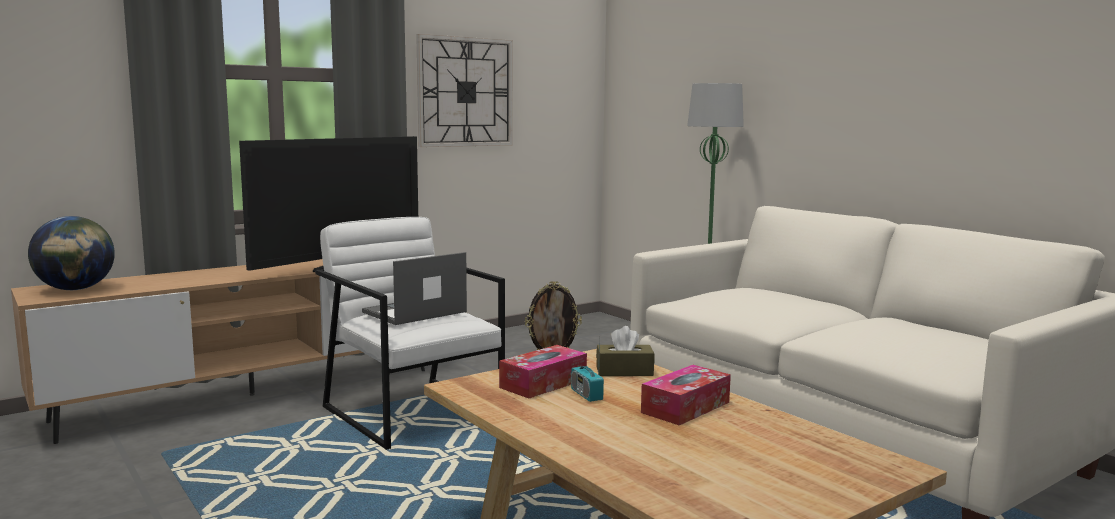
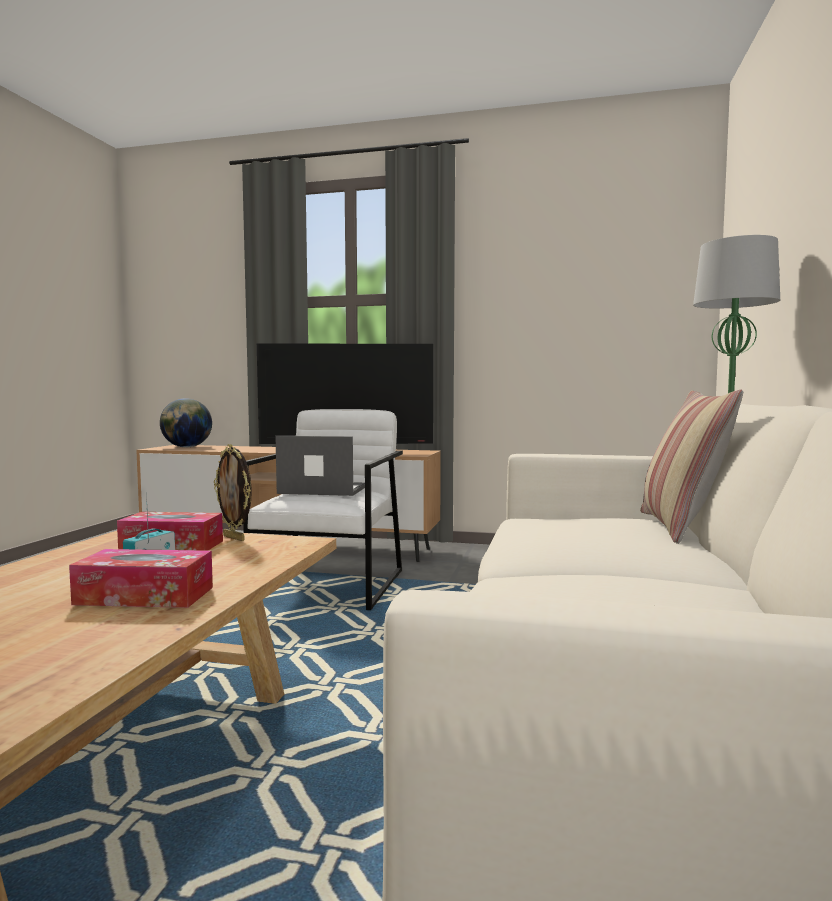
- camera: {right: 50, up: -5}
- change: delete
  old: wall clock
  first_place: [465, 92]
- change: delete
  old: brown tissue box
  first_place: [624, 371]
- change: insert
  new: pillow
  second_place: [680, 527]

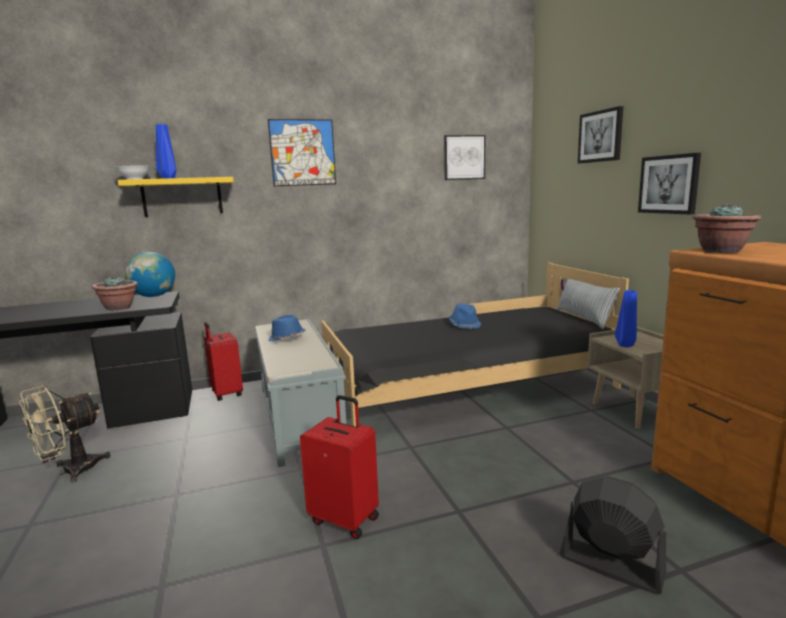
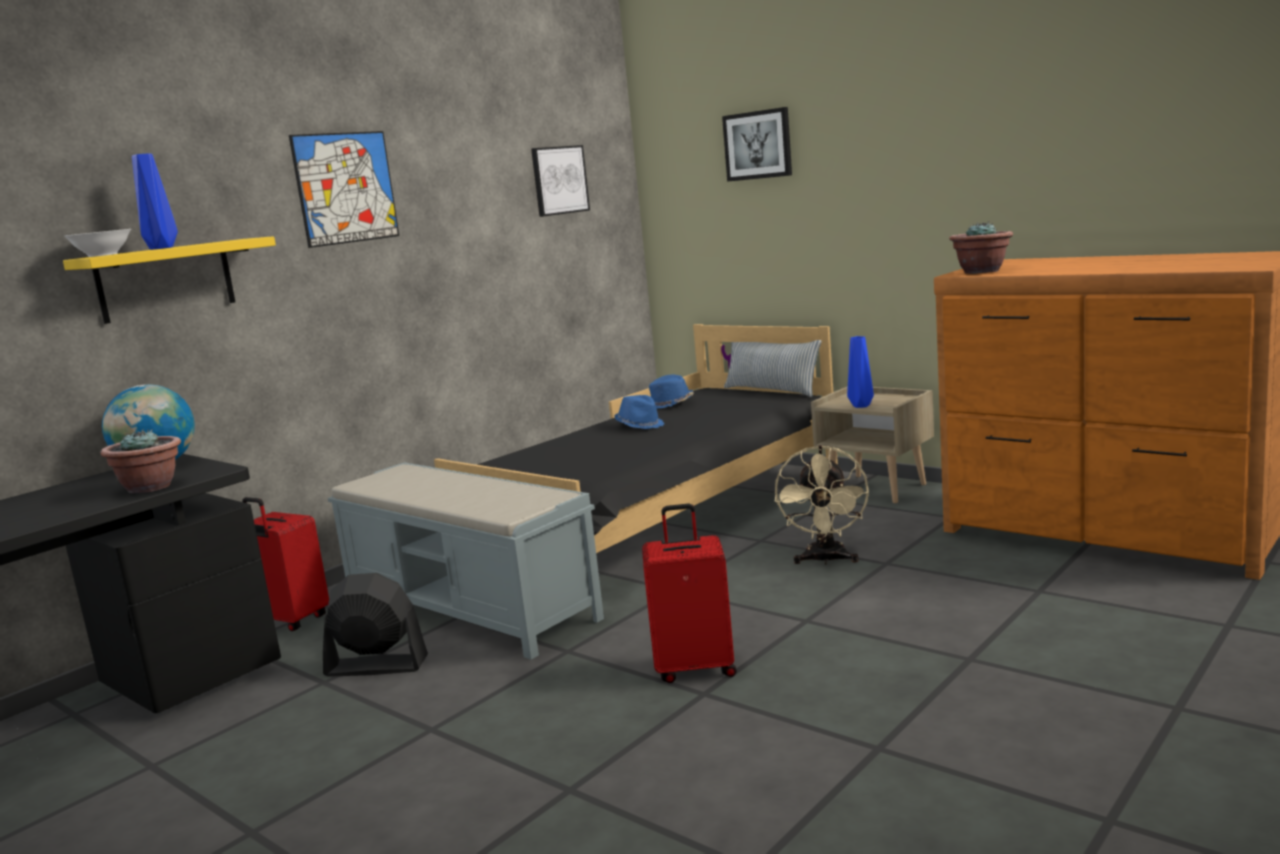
- camera: {right: -30, up: 0}
- change: delete
  old: picture
  first_place: [669, 184]
- change: move
  old: blue hat
  first_place: [286, 339]
  second_place: [670, 404]
- change: move
  old: beige fan
  first_place: [70, 471]
  second_place: [826, 560]
- change: move
  old: black fan
  first_place: [610, 565]
  second_place: [376, 666]

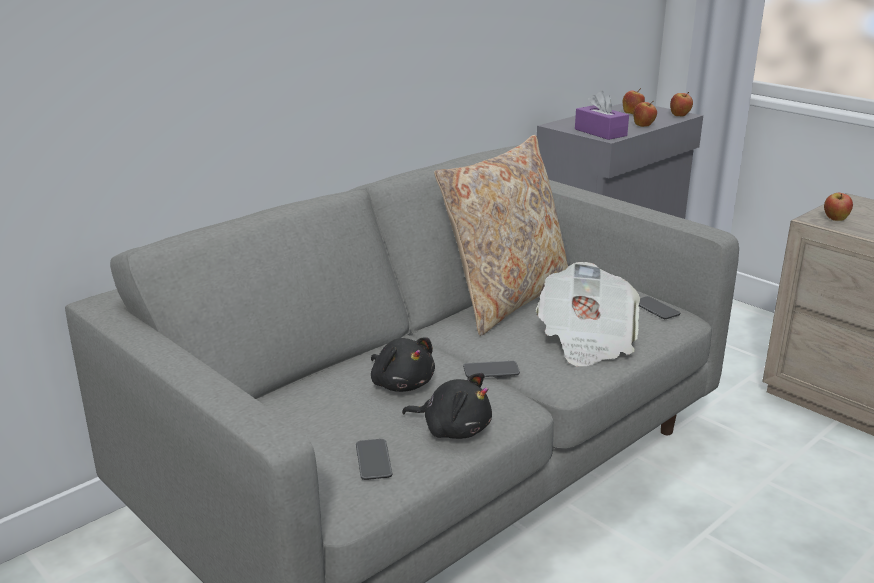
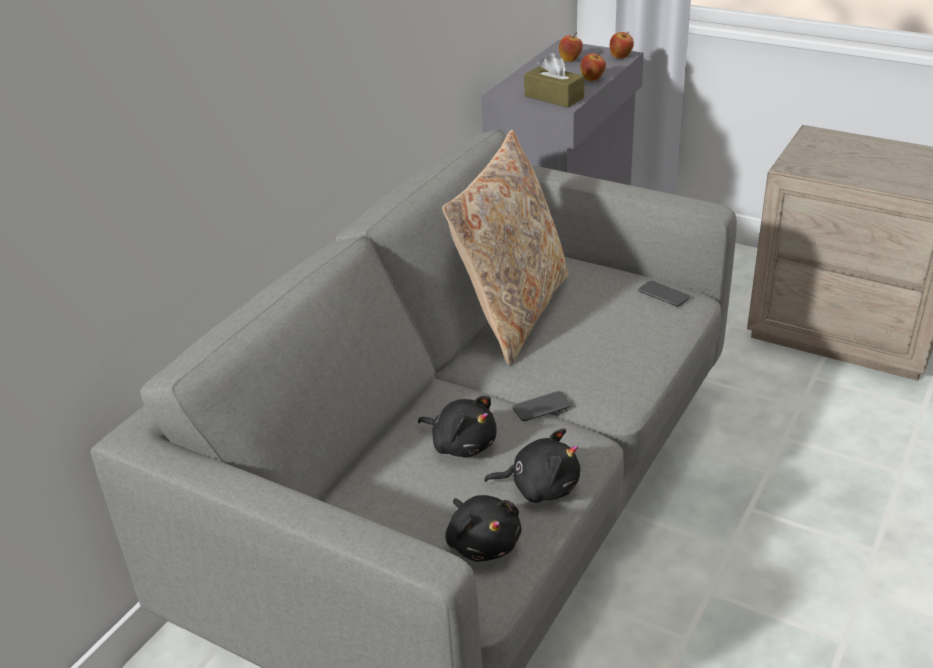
- camera: {right: -15, up: 10}
- change: recolor
  old: purple tissue box
  new: brown tissue box
  first_place: [600, 132]
  second_place: [554, 97]
- change: delete
  old: apple
  first_place: [835, 219]
- change: delete
  old: newspaper
  first_place: [586, 340]
- change: replace
  old: phone
  new: black plush toy
  first_place: [373, 460]
  second_place: [483, 542]

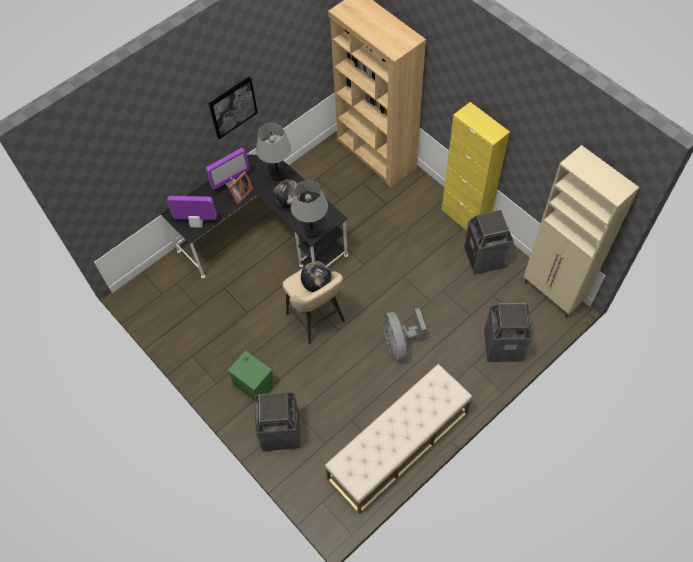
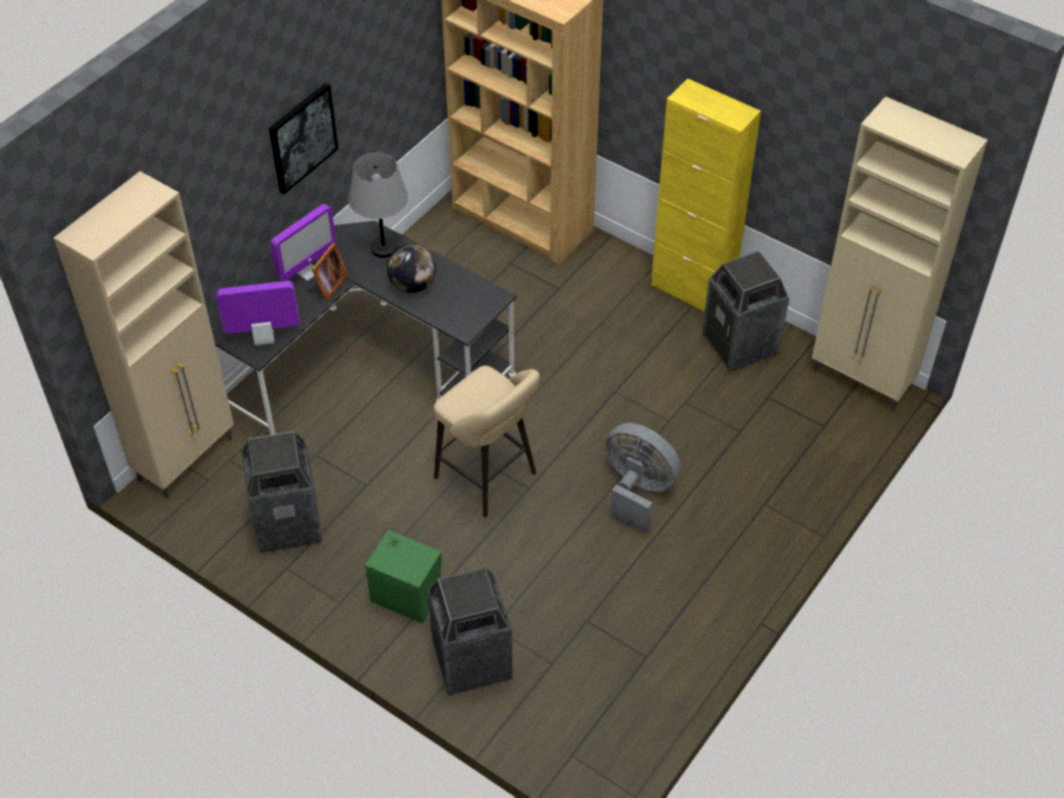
- camera: {right: -15, up: -10}
- change: delete
  old: grey table lamp
  first_place: [312, 230]
- change: delete
  old: globe
  first_place: [316, 284]
- change: move
  old: trash can
  first_place: [503, 345]
  second_place: [287, 523]
- change: rotate
  old: grey fan
  first_place: [400, 343]
  second_place: [637, 491]
  degrees: 150
- change: delete
  old: beige bench
  first_place: [398, 445]
- change: insert
  new: beige cabinet
  second_place: [187, 459]

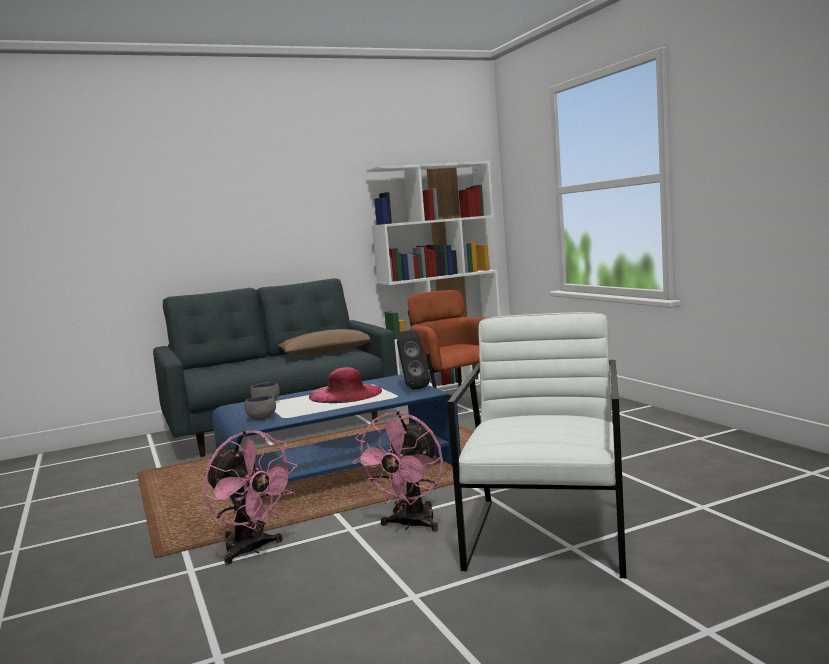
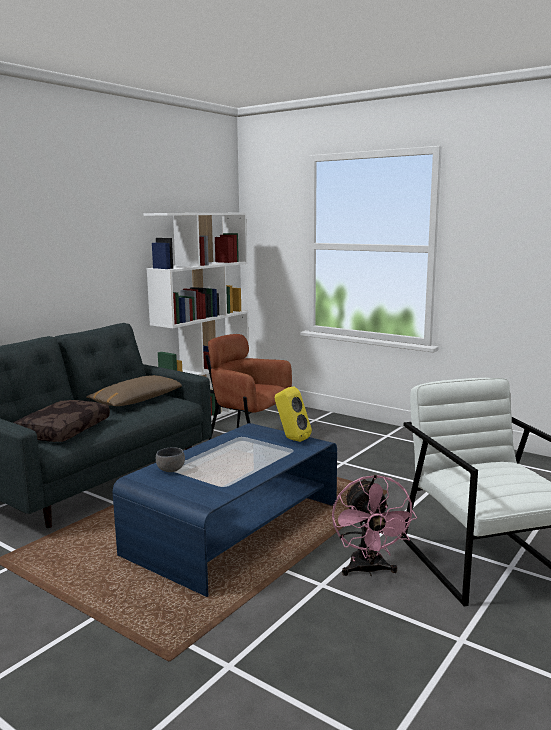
- camera: {right: -30, up: 5}
- change: recolor
  old: black speaker
  new: yellow speaker
  first_place: [412, 388]
  second_place: [291, 439]
- change: delete
  old: pink hat
  first_place: [345, 393]
- change: delete
  old: grey bowl
  first_place: [261, 418]
- change: delete
  old: pink fan
  first_place: [252, 550]
- change: insert
  new: brown pillow
  second_place: [63, 430]

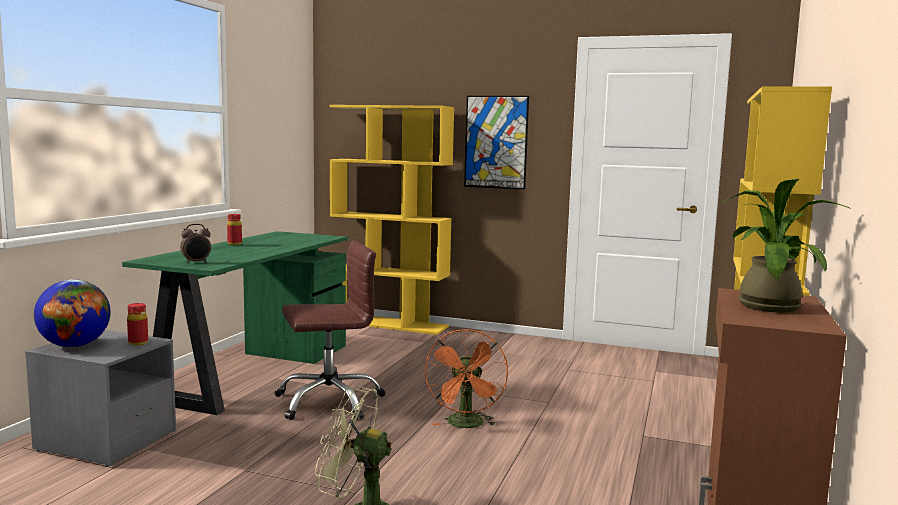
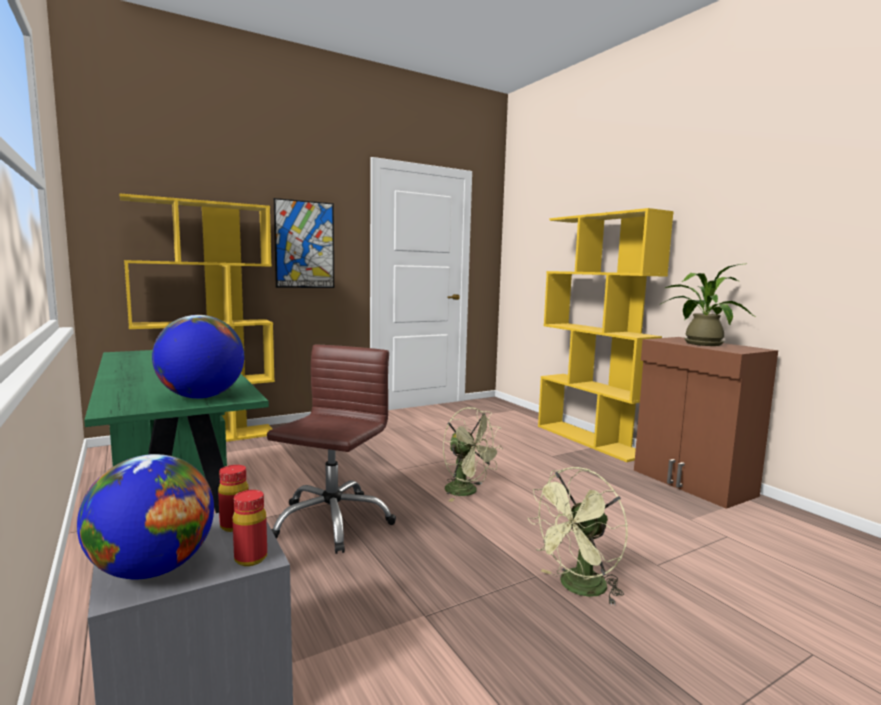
- camera: {right: -50, up: 0}
- change: move
  old: red bottle
  first_place: [234, 244]
  second_place: [251, 558]
- change: replace
  old: alarm clock
  new: globe
  first_place: [196, 262]
  second_place: [201, 397]
- change: recolor
  old: orange fan
  new: green fan
  first_place: [466, 425]
  second_place: [467, 492]

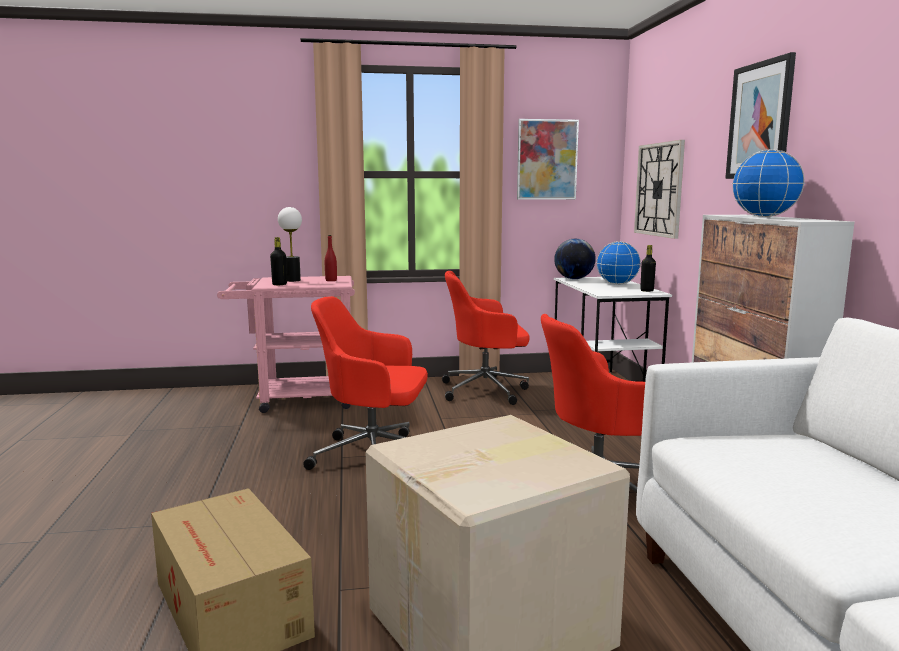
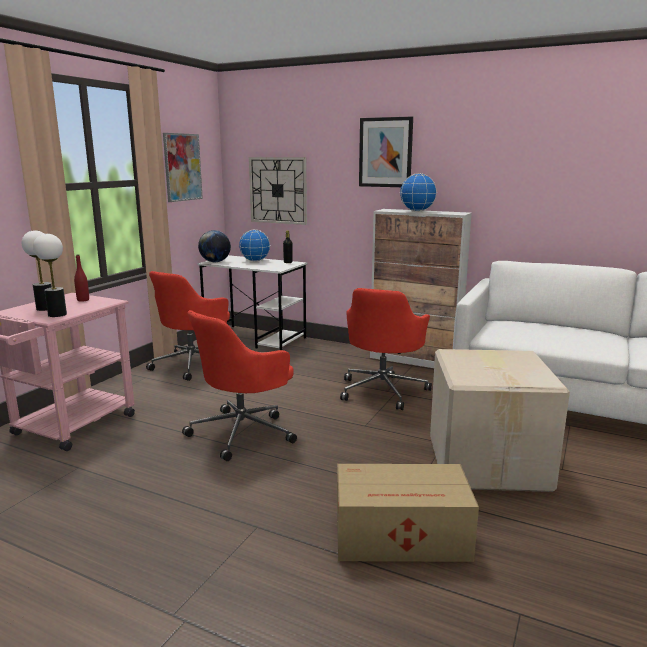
- camera: {right: -55, up: 5}
- change: replace
  old: black bottle
  new: table lamp
  first_place: [279, 284]
  second_place: [57, 314]

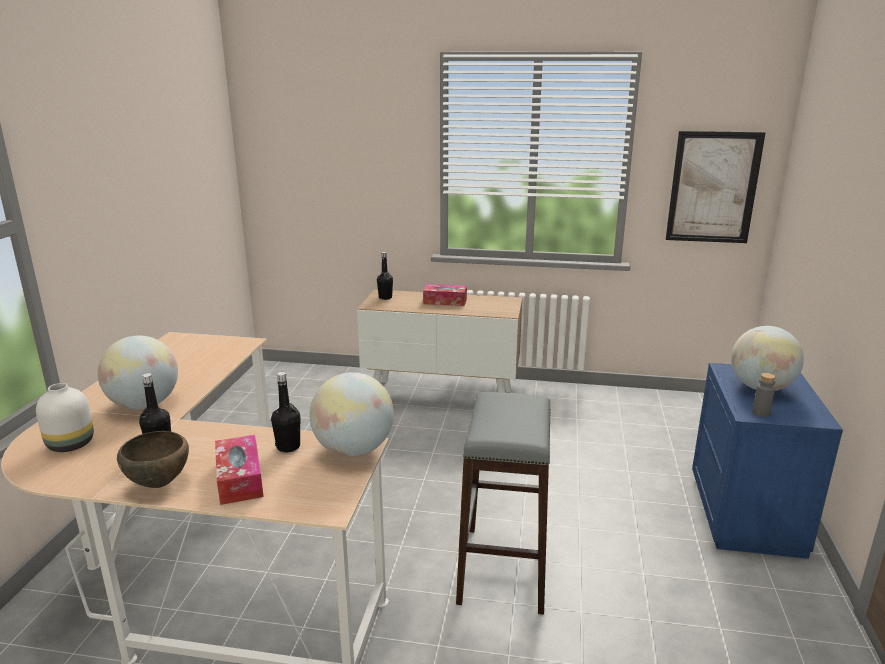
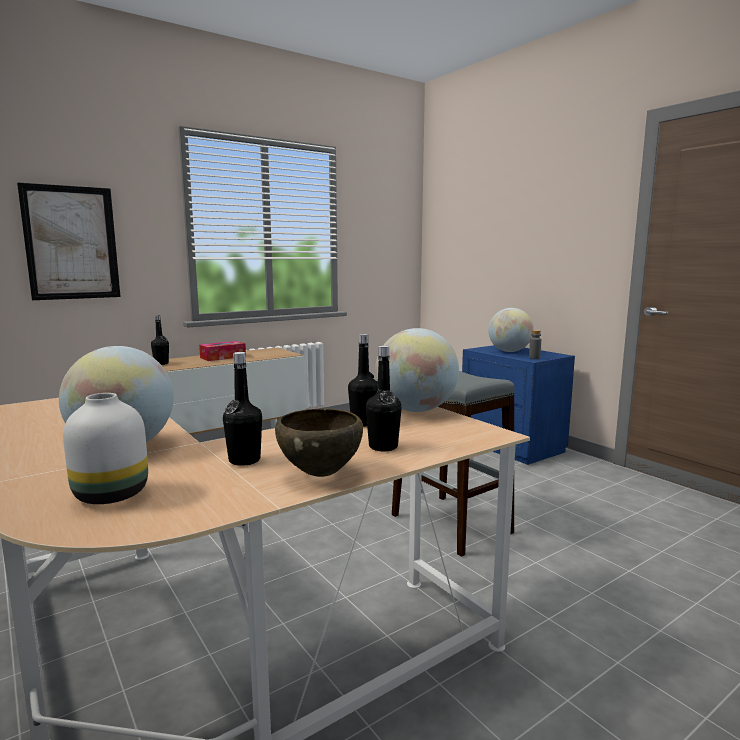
- camera: {right: -45, up: -10}
- change: move
  old: picture
  first_place: [713, 187]
  second_place: [71, 243]
- change: replace
  old: tissue box
  new: black bottle
  first_place: [239, 479]
  second_place: [383, 447]

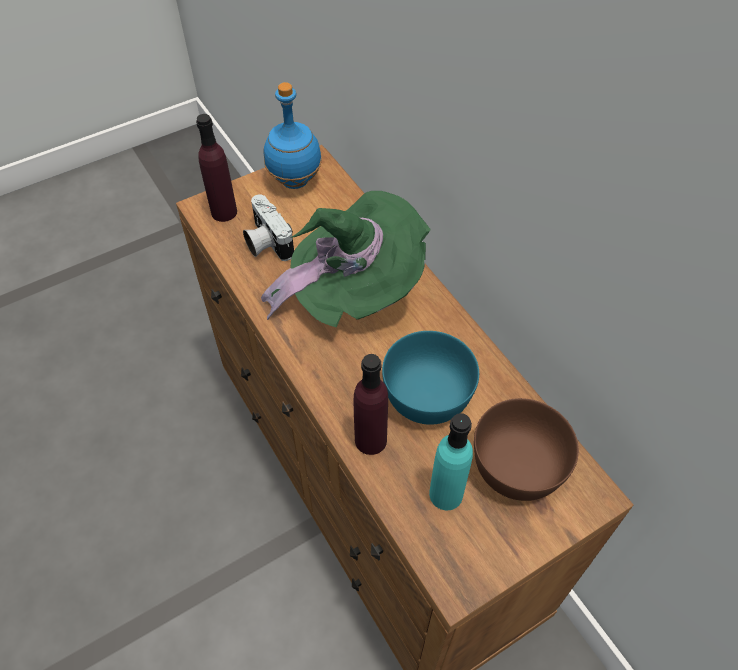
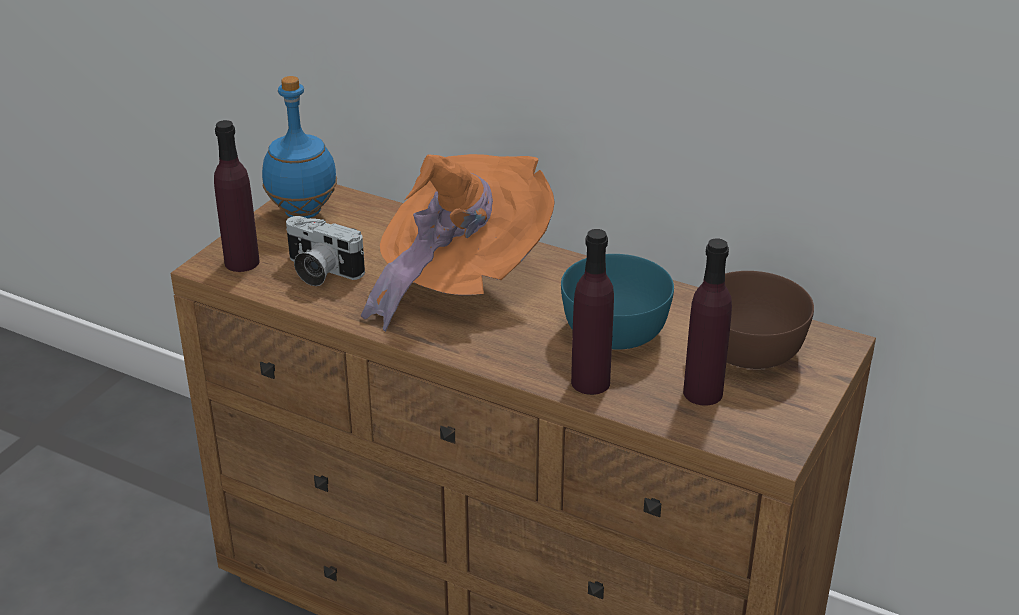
- camera: {right: -30, up: -20}
- change: recolor
  old: green hat
  new: orange hat
  first_place: [353, 290]
  second_place: [458, 278]
- change: recolor
  old: turquoise bottle
  new: purple bottle
  first_place: [446, 494]
  second_place: [702, 393]

